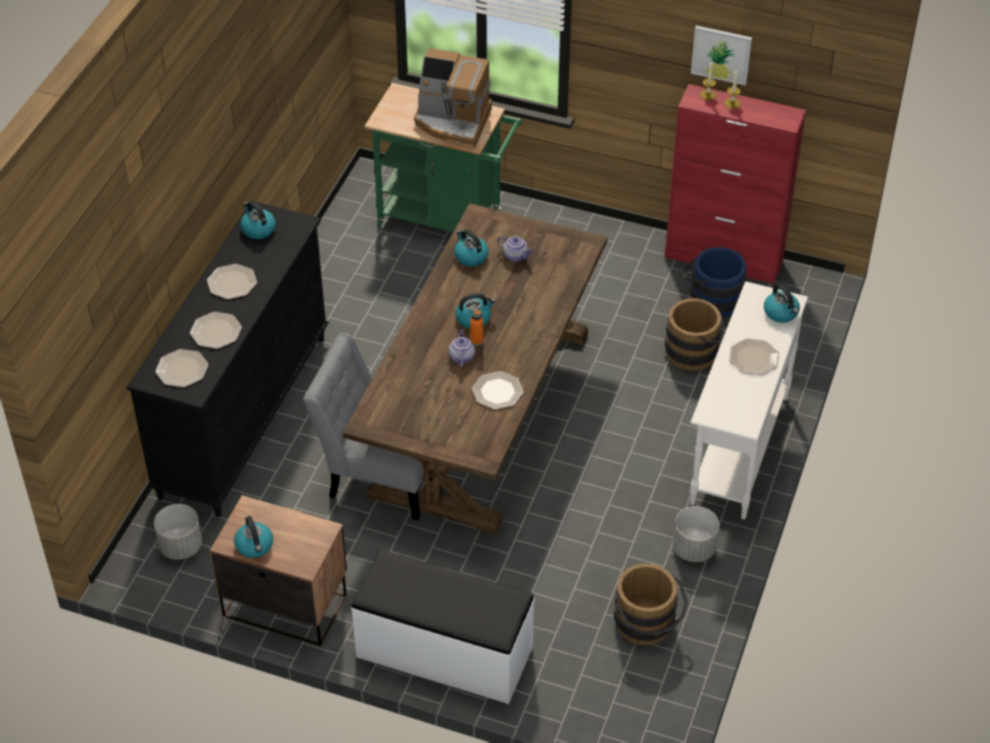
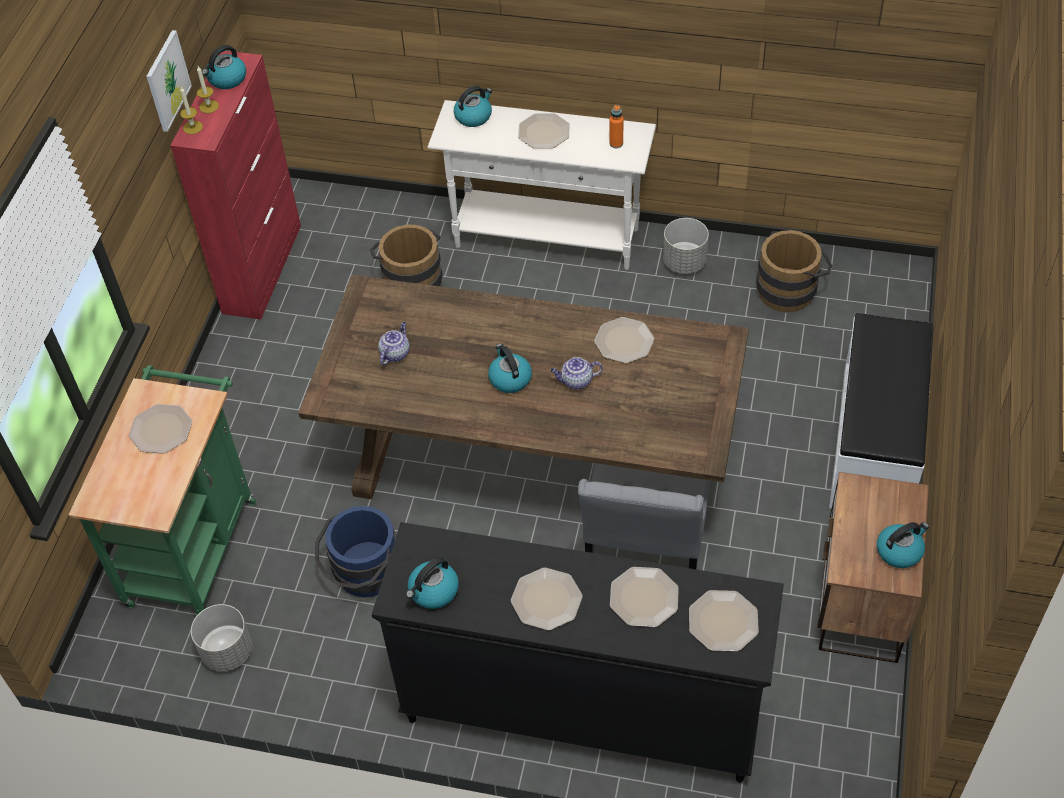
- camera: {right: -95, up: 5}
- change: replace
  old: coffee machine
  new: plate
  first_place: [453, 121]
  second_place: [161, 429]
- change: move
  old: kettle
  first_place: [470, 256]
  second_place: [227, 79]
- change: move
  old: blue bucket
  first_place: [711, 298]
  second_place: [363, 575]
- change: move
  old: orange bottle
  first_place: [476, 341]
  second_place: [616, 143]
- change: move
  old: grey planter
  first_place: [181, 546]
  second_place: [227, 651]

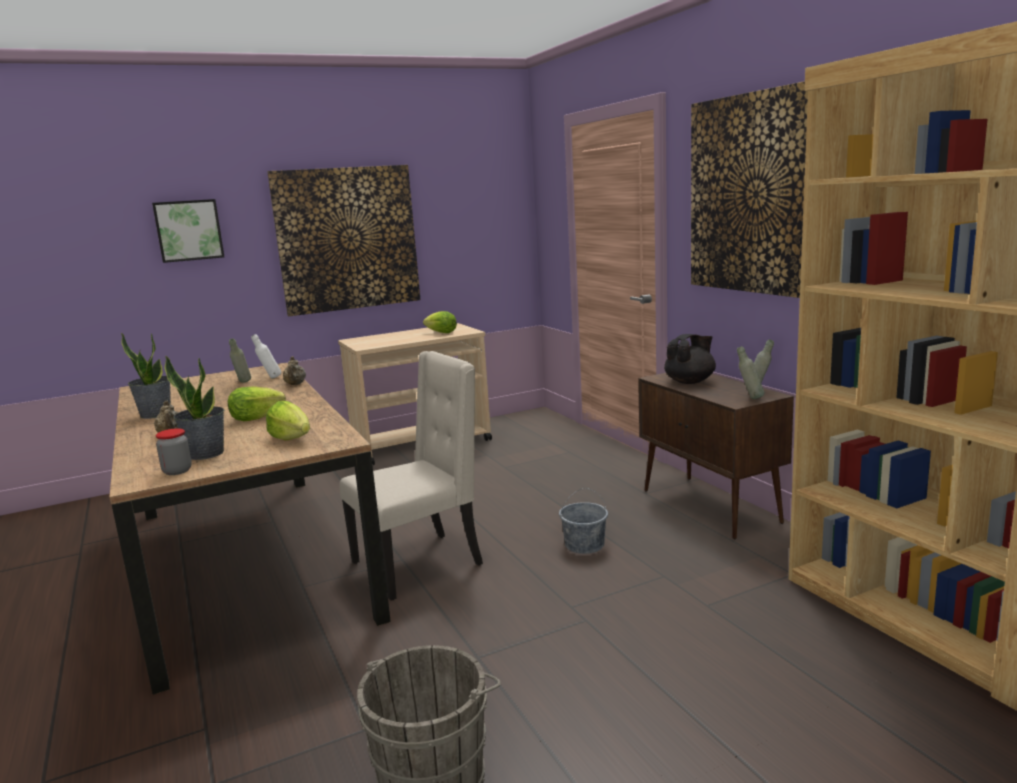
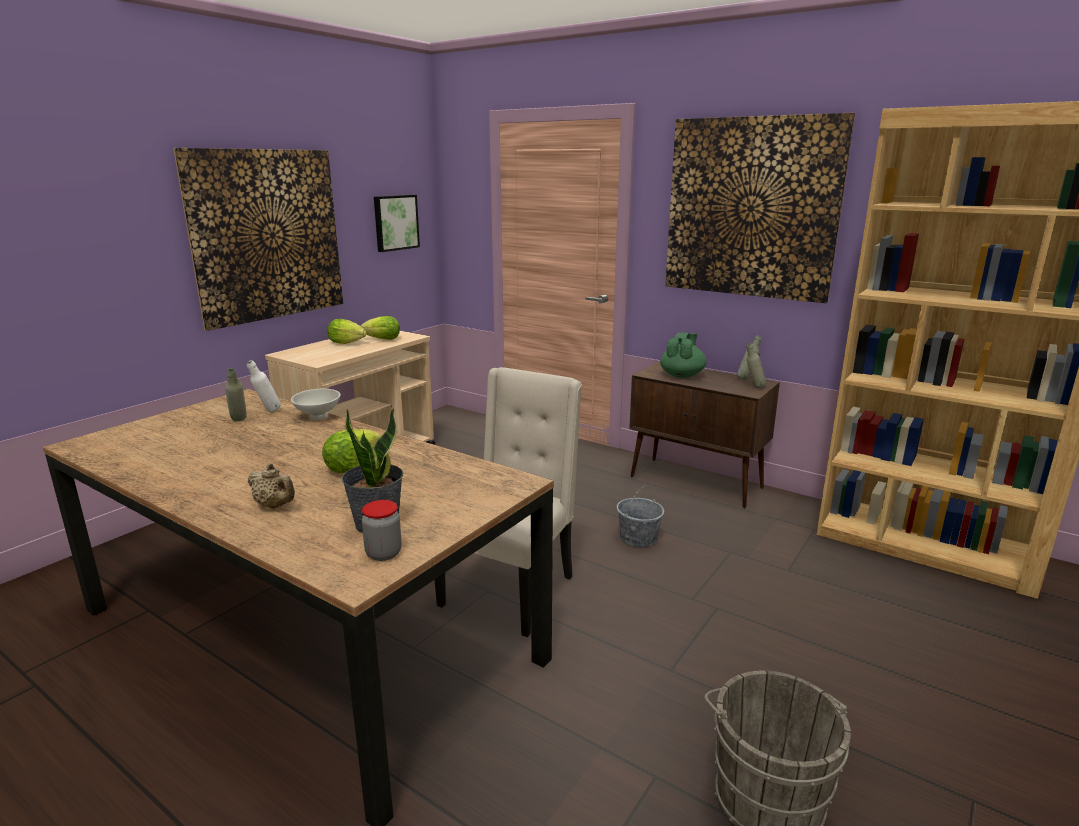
- camera: {right: -30, up: 5}
- change: move
  old: picture
  first_place: [188, 230]
  second_place: [395, 222]
- change: delete
  old: potted plant
  first_place: [155, 414]
- change: recolor
  old: black teapot
  new: green teapot
  first_place: [690, 381]
  second_place: [682, 375]
- change: replace
  old: beige teapot
  new: white bowl
  first_place: [295, 384]
  second_place: [319, 417]
- change: move
  old: lettuce
  first_place: [291, 439]
  second_place: [346, 343]

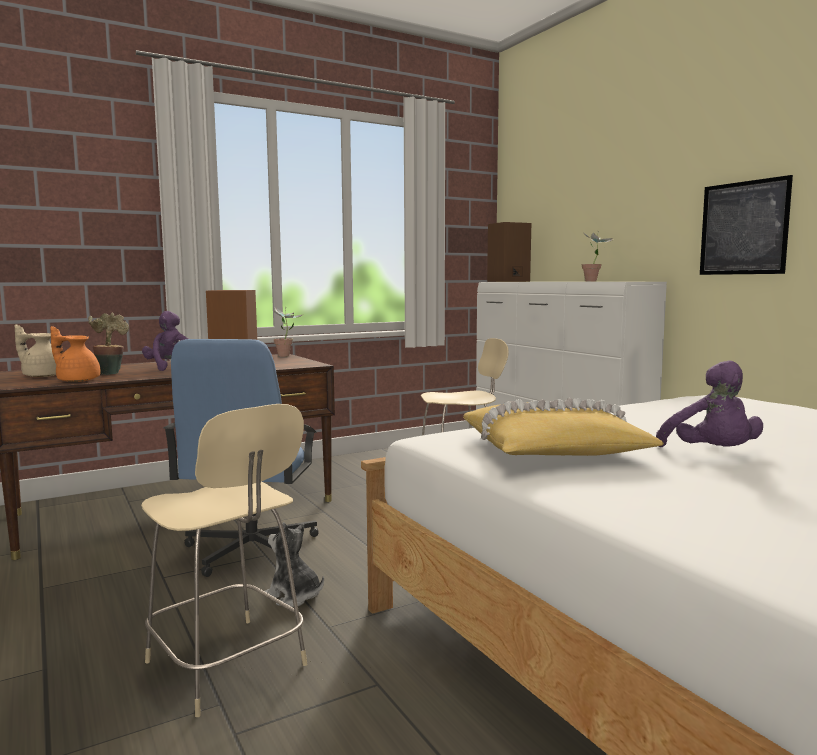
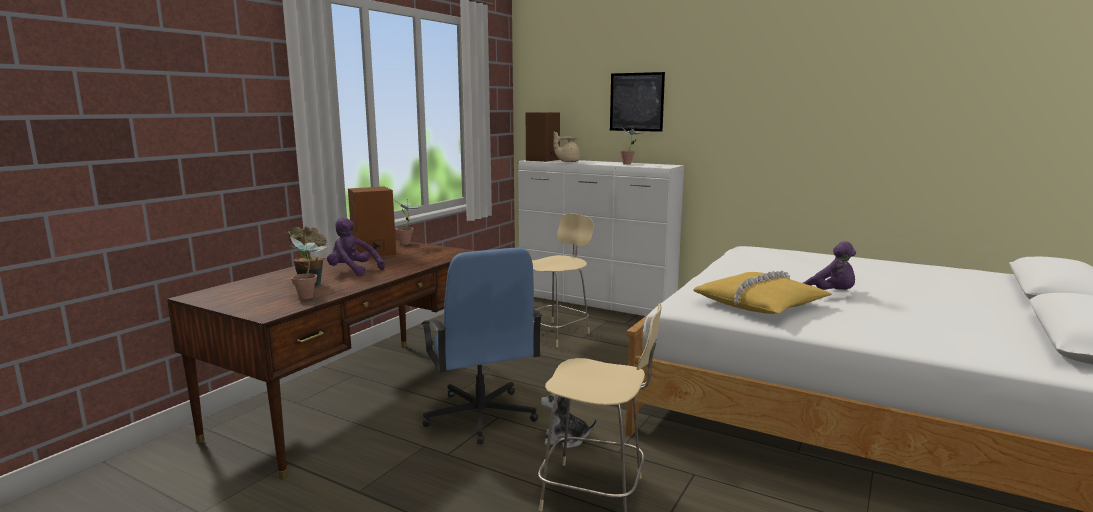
- camera: {right: -30, up: 5}
- change: move
  old: picture
  first_place: [743, 228]
  second_place: [636, 102]
- change: move
  old: beige teapot
  first_place: [42, 376]
  second_place: [568, 161]
- change: replace
  old: orange teapot
  new: potted plant
  first_place: [77, 380]
  second_place: [310, 298]

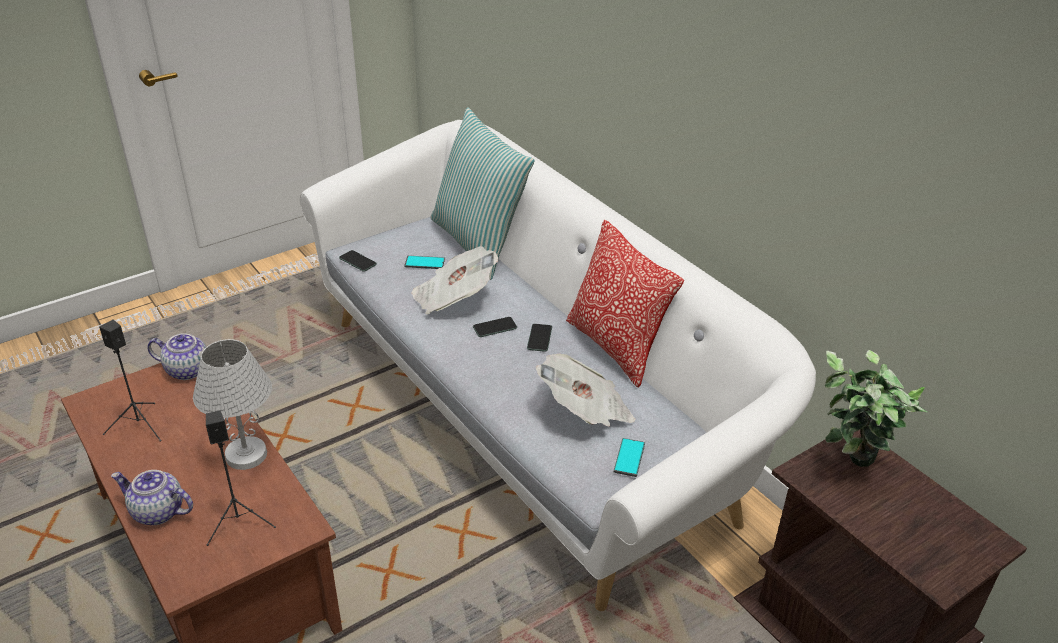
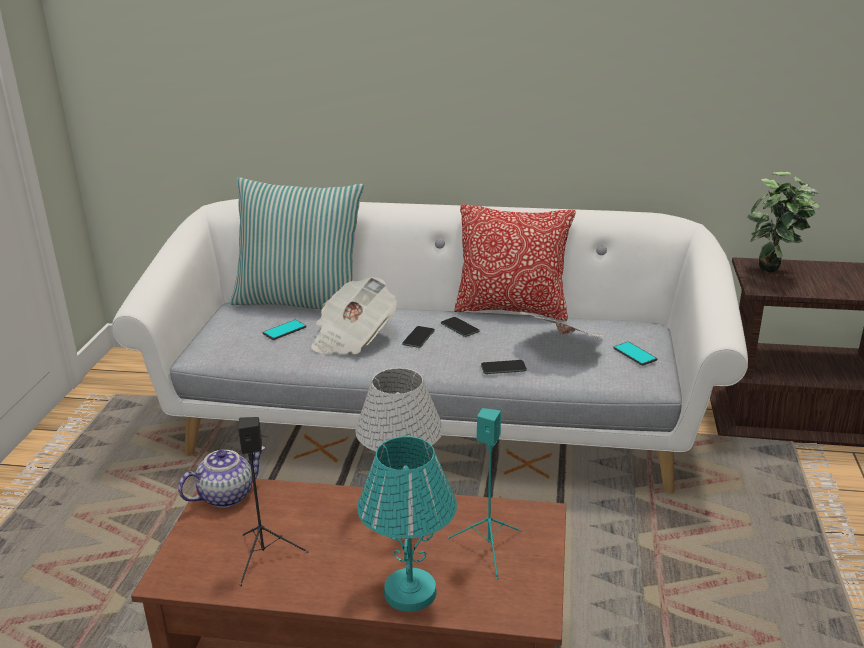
- camera: {right: -45, up: -10}
- change: move
  old: phone
  first_place: [358, 261]
  second_place: [503, 368]
- change: recolor
  old: black speaker
  new: turquoise speaker
  first_place: [239, 522]
  second_place: [489, 547]
- change: replace
  old: teapot
  new: turquoise table lamp
  first_place: [157, 512]
  second_place: [411, 592]

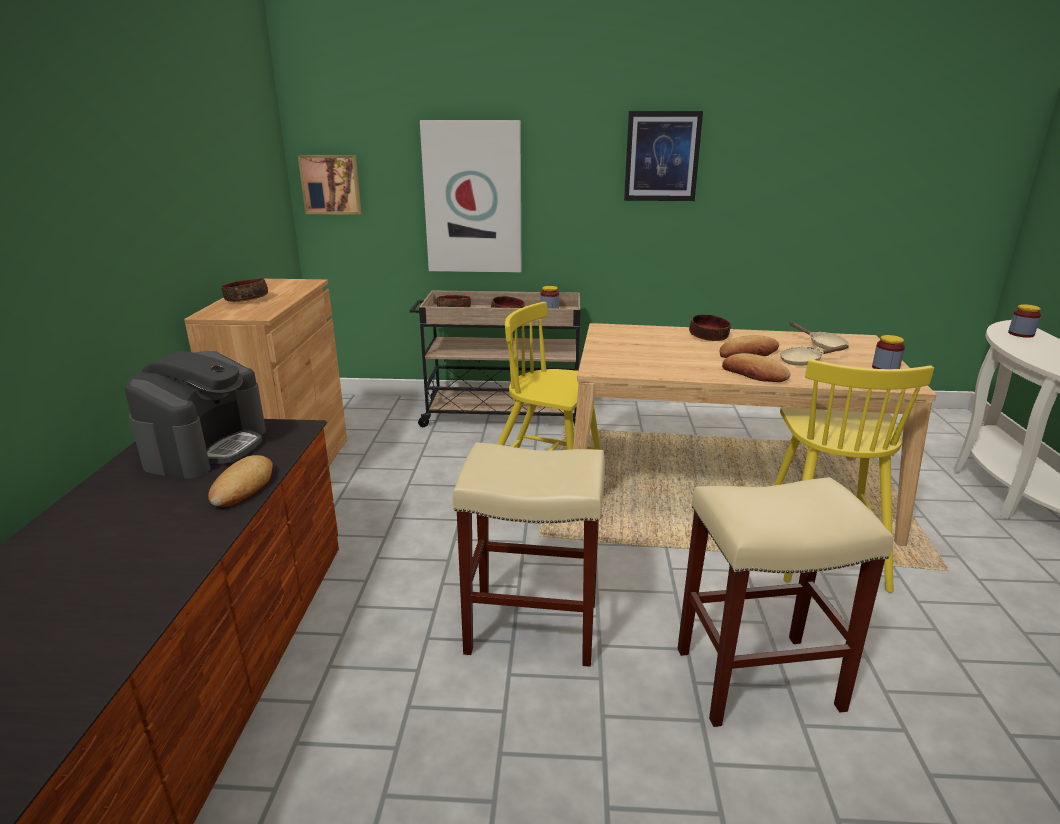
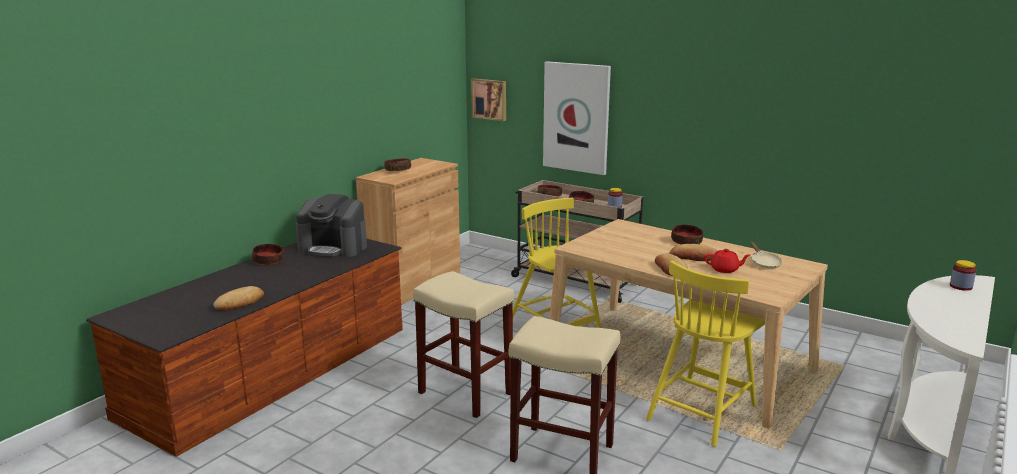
- camera: {right: 30, up: -5}
- change: delete
  old: picture
  first_place: [662, 156]
- change: delete
  old: jar
  first_place: [885, 368]
- change: replace
  old: beige frying pan
  new: red teapot
  first_place: [804, 361]
  second_place: [725, 270]
- change: rotate
  old: coffee machine
  first_place: [206, 447]
  second_place: [333, 247]
  degrees: 60
- change: move
  old: bread
  first_place: [243, 487]
  second_place: [240, 302]
- change: insert
  new: bowl
  second_place: [268, 261]

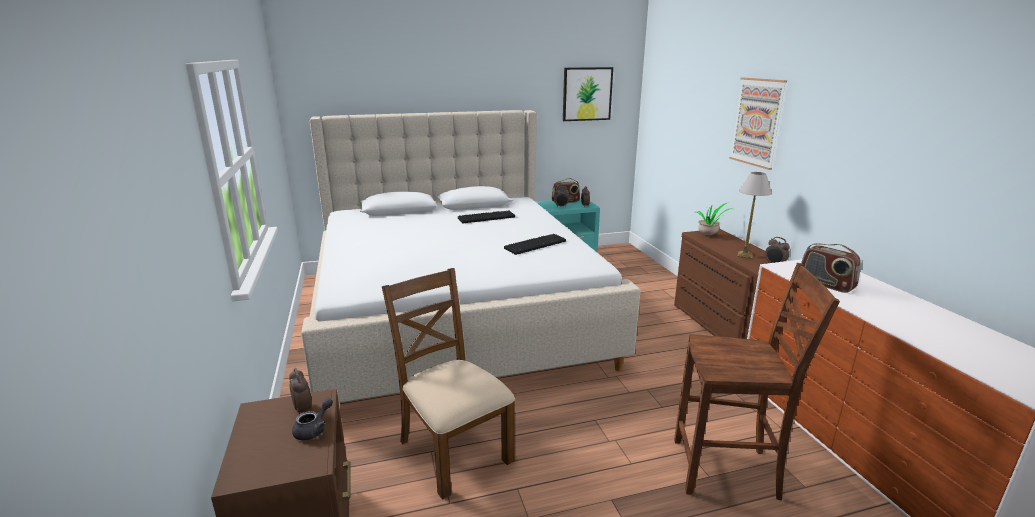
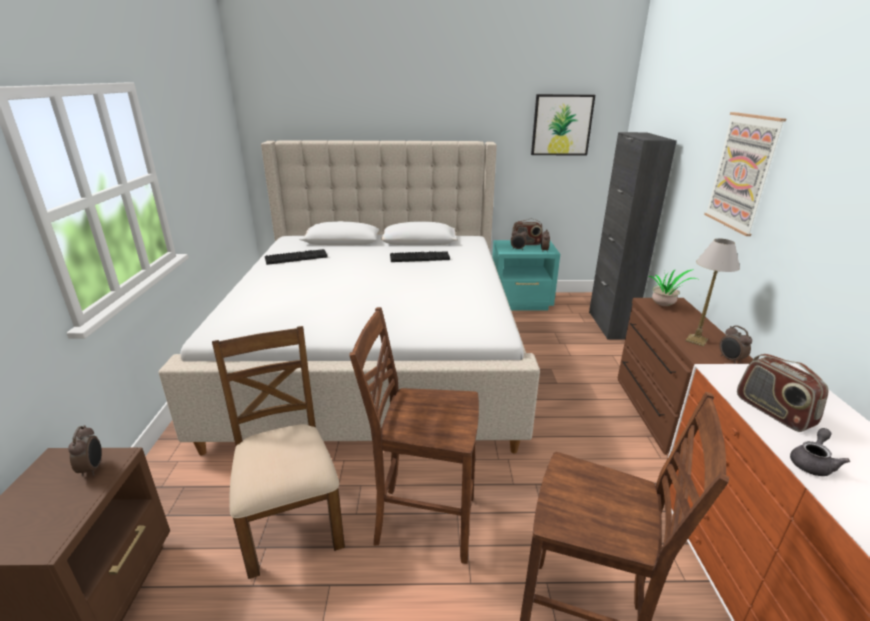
- camera: {right: 15, up: 5}
- change: move
  old: keyboard
  first_place: [535, 244]
  second_place: [297, 257]
- change: move
  old: grey teapot
  first_place: [314, 429]
  second_place: [812, 463]
- change: insert
  new: black cabinet
  second_place: [610, 325]
- change: insert
  new: brown chair
  second_place: [423, 521]

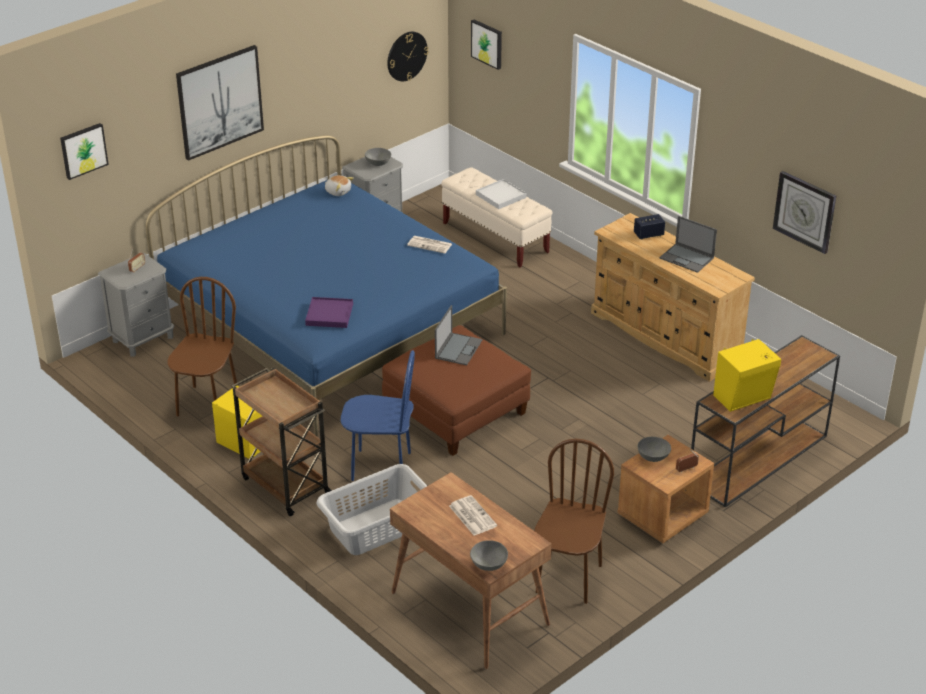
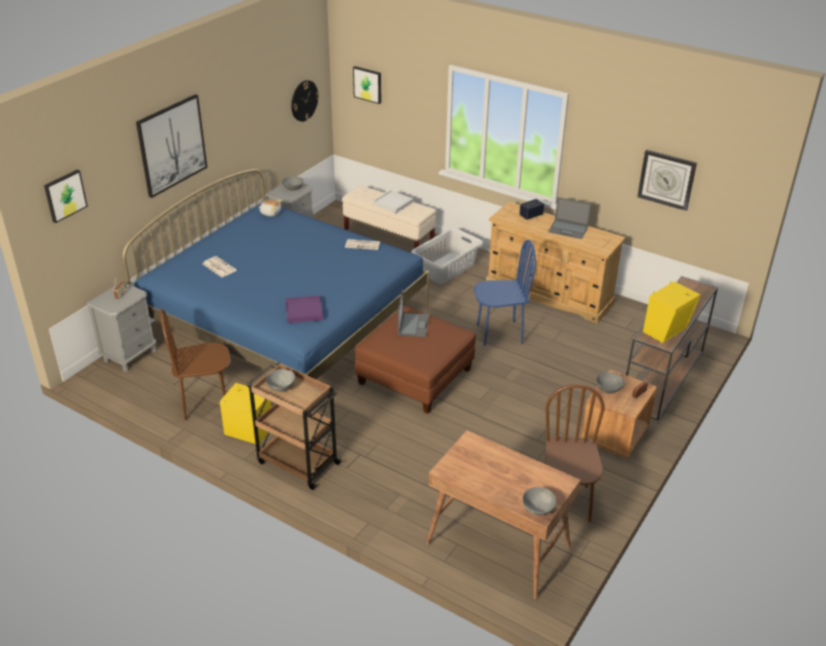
- camera: {right: -15, up: 0}
- change: rotate
  old: brown chair
  first_place: [207, 404]
  second_place: [204, 403]
  degrees: -105
- change: move
  old: blue chair
  first_place: [381, 467]
  second_place: [499, 333]
- change: move
  old: grey laundry basket
  first_place: [377, 527]
  second_place: [447, 268]
- change: move
  old: newspaper
  first_place: [472, 516]
  second_place: [218, 267]
- change: insert
  new: grey bowl
  second_place: [281, 387]

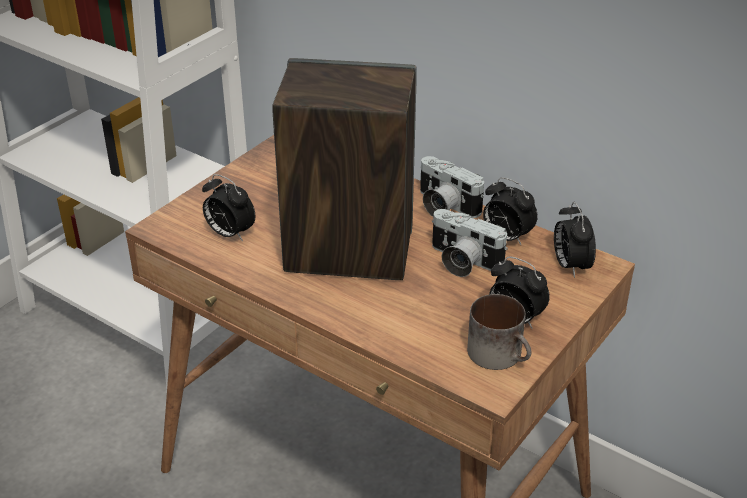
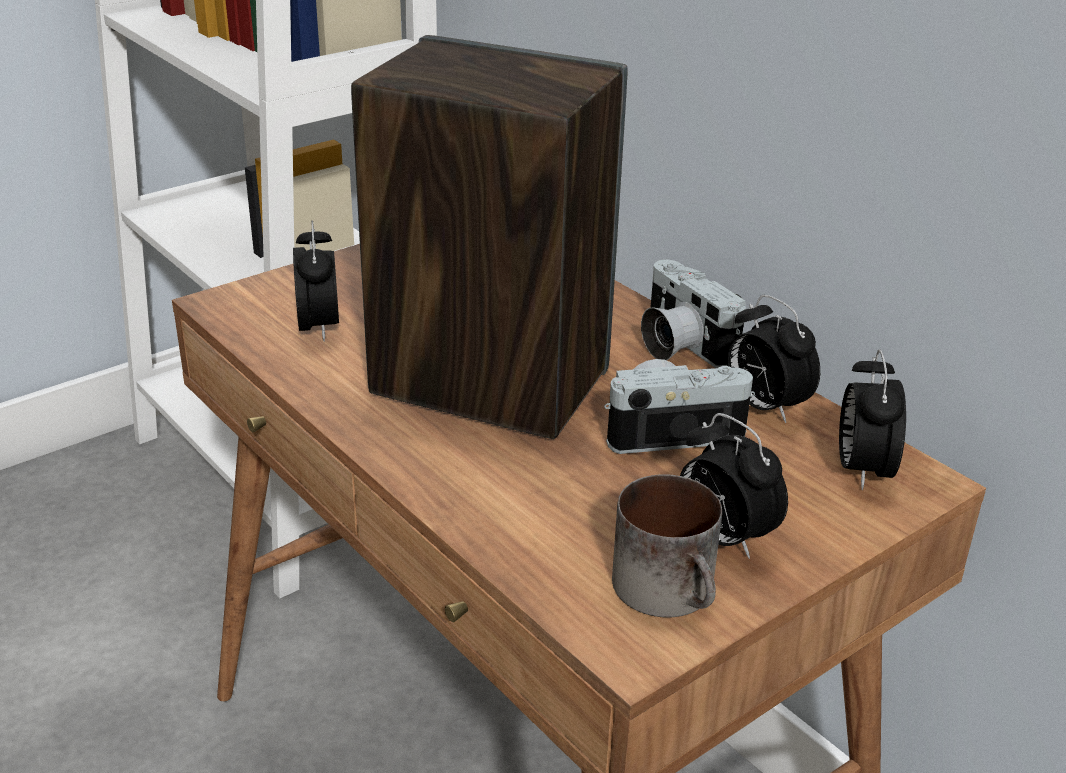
- camera: {right: 15, up: -5}
- change: rotate
  old: alarm clock
  first_place: [229, 234]
  second_place: [319, 328]
  degrees: -150
- change: rotate
  old: photo camera
  first_place: [462, 262]
  second_place: [671, 430]
  degrees: 120

